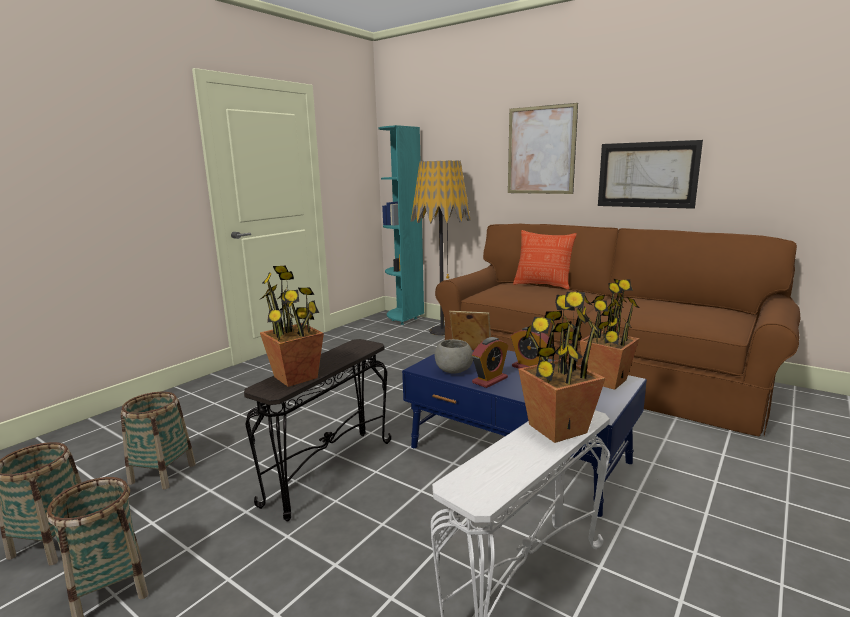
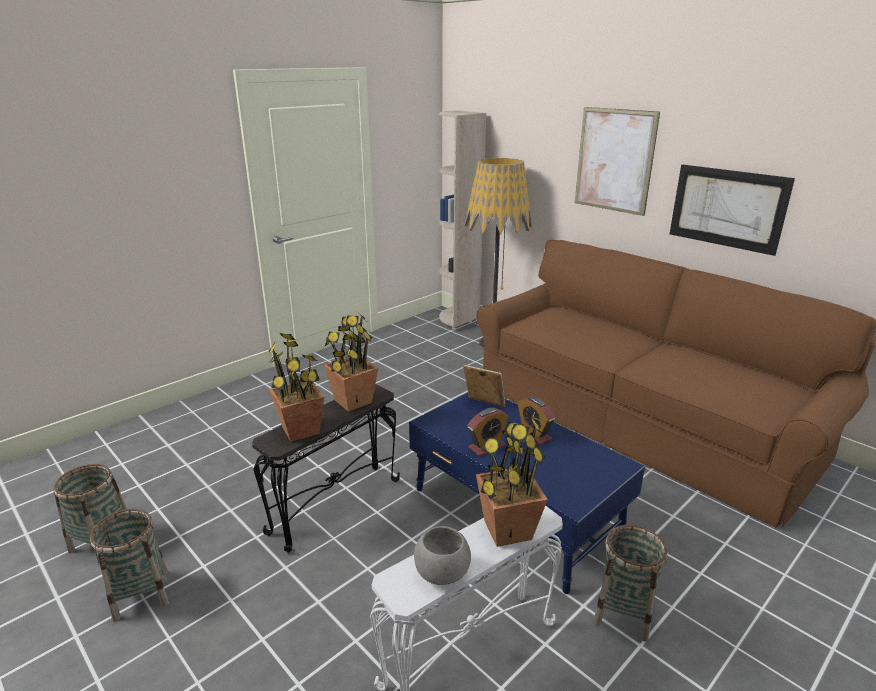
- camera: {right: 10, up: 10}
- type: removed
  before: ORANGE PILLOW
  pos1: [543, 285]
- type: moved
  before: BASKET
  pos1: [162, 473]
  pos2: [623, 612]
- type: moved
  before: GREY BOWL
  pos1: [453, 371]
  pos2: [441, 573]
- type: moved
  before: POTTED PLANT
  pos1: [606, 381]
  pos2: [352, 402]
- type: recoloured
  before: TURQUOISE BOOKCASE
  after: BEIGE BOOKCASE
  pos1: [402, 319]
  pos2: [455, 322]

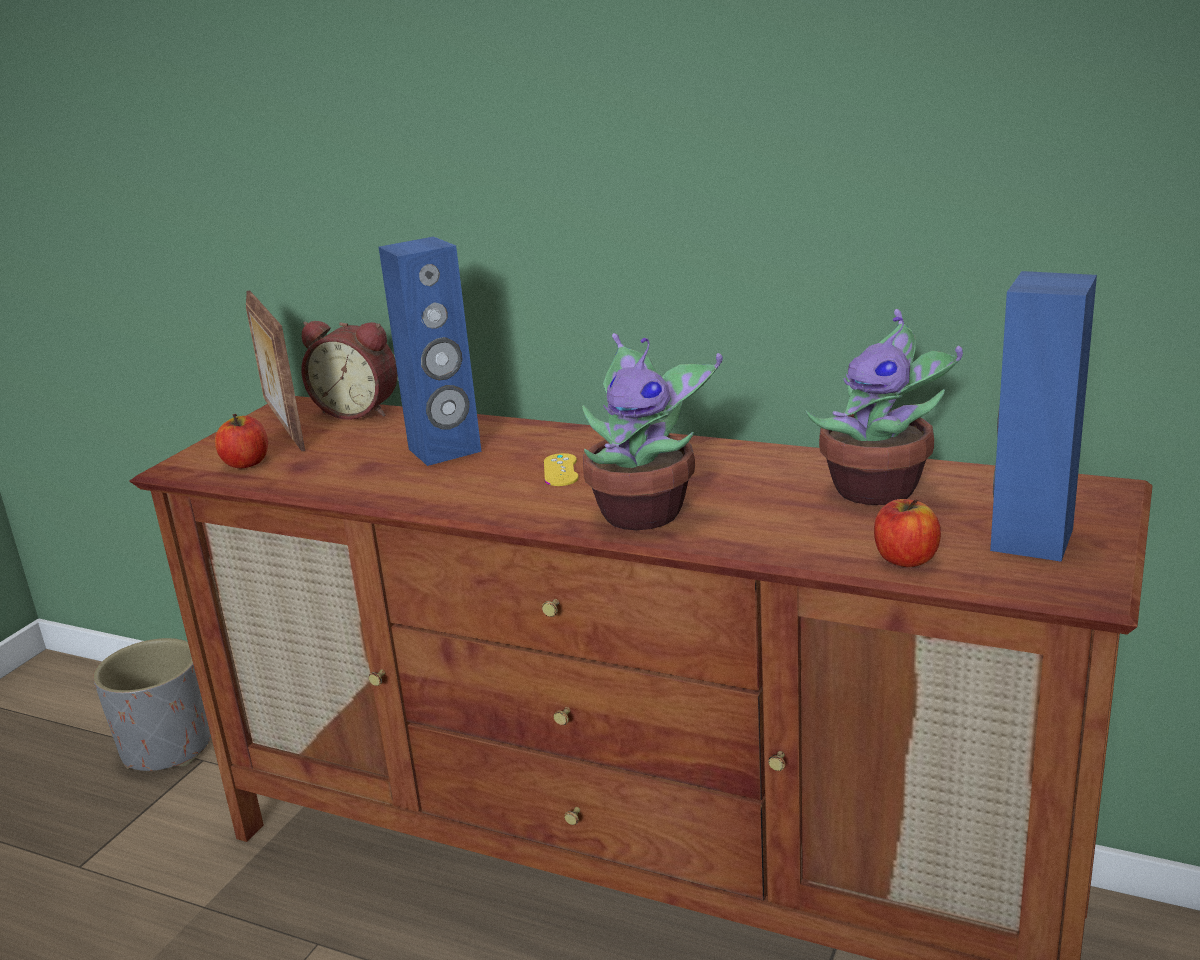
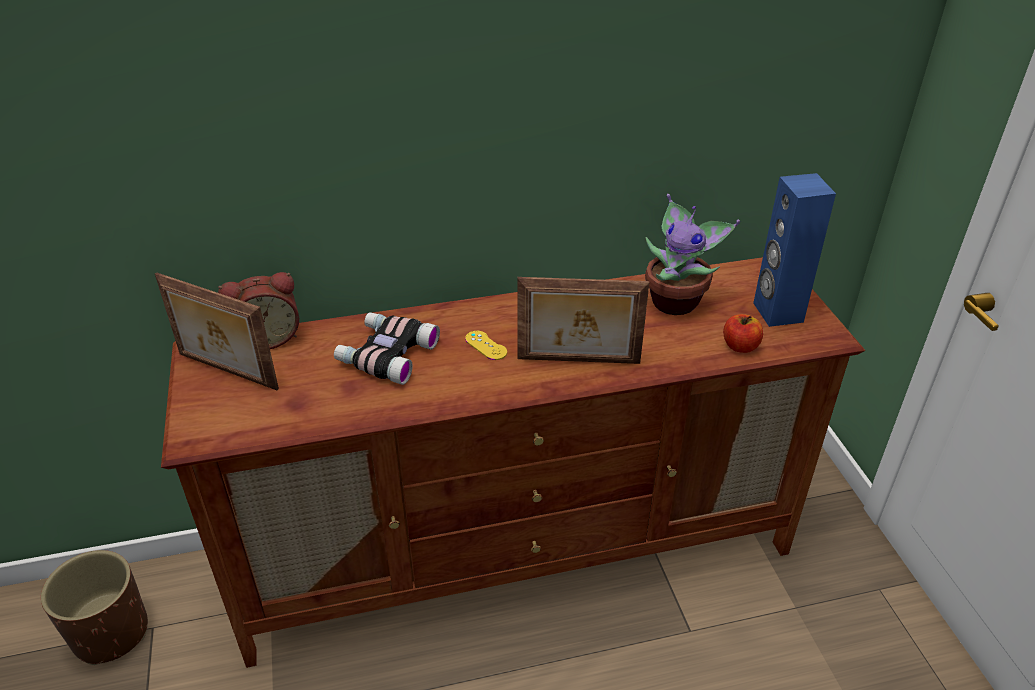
- camera: {right: -40, up: 15}
- type: removed
  before: APPLE
  pos1: [246, 463]
- type: replaced
  before: BLUE SPEAKER
  after: BINOCULARS
  pos1: [445, 450]
  pos2: [386, 354]
- type: replaced
  before: POTTED PLANT
  after: PICTURE FRAME
  pos1: [646, 513]
  pos2: [578, 362]
- type: recoloured
  before: GREY PLANTER
  after: BROWN PLANTER
  pos1: [166, 748]
  pos2: [110, 634]

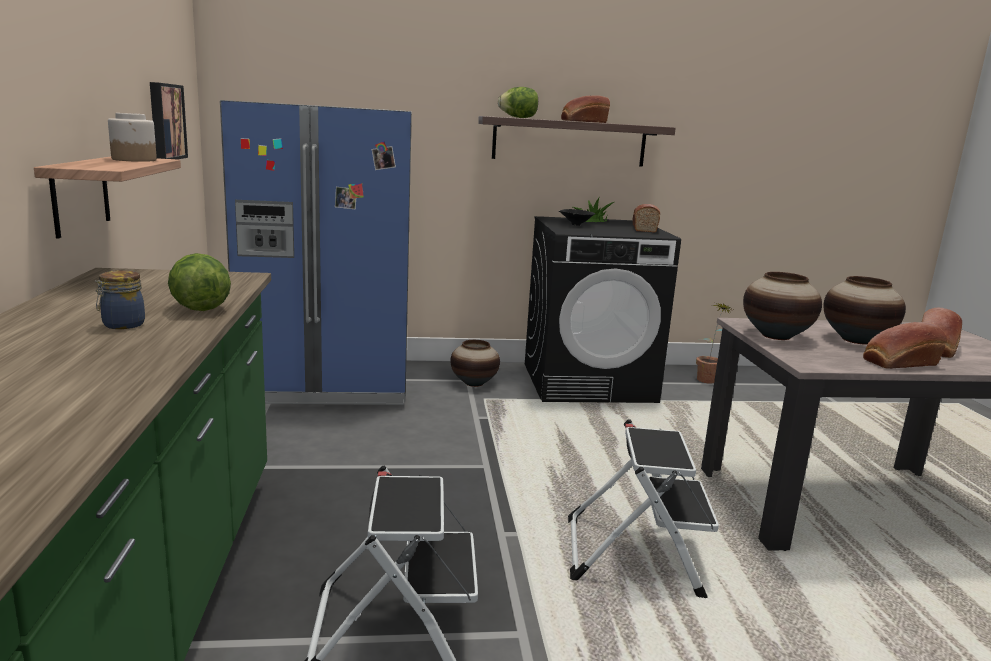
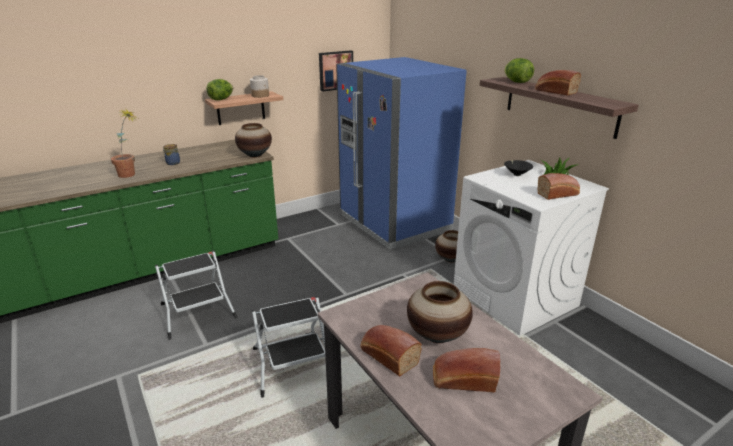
- camera: {right: 65, up: 10}
- type: moved
  before: LETTUCE
  pos1: [200, 308]
  pos2: [221, 99]
- type: moved
  before: POTTED PLANT
  pos1: [708, 378]
  pos2: [131, 175]
- type: moved
  before: VASE
  pos1: [775, 336]
  pos2: [255, 155]
- type: recoloured
  before: BLACK WASHING MACHINE
  after: WHITE WASHING MACHINE
  pos1: [588, 382]
  pos2: [515, 297]

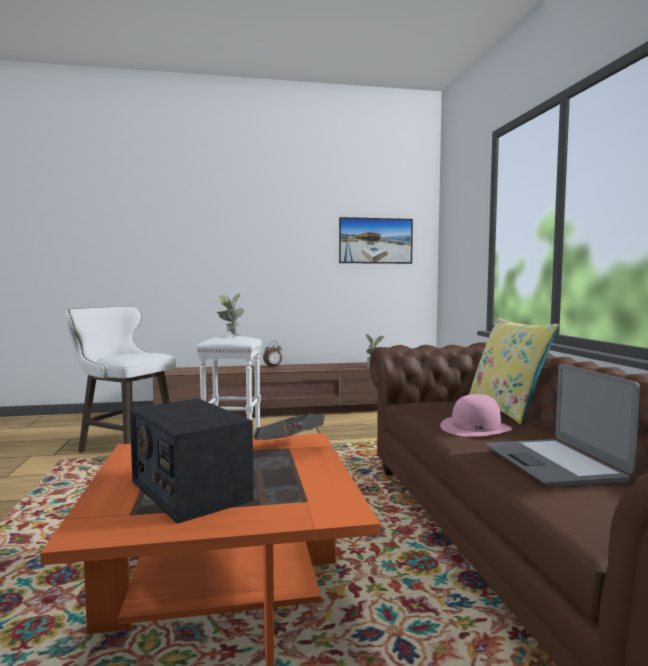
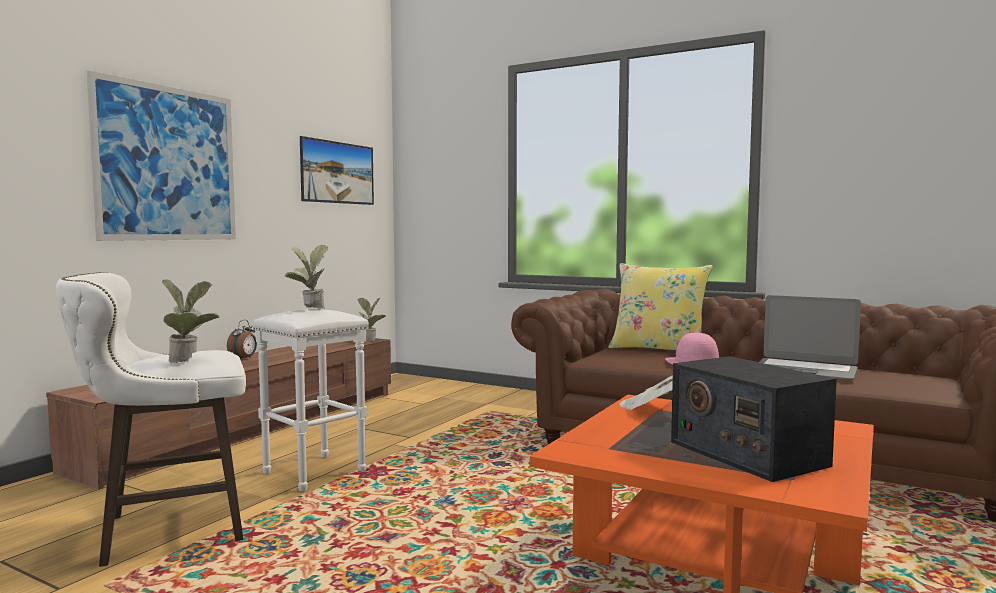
- camera: {right: -50, up: 0}
- type: added
  after: PICTURE
  pos2: [168, 164]
- type: added
  after: POTTED PLANT
  pos2: [190, 360]
- type: turned
  before: RADIO
  pos1: [189, 490]
  pos2: [746, 453]
  turn: 60

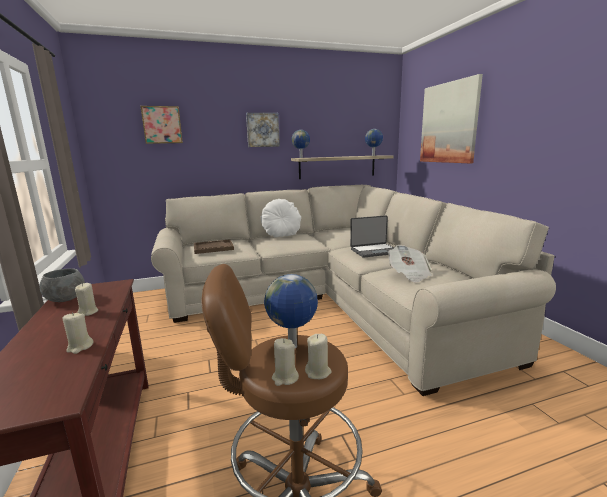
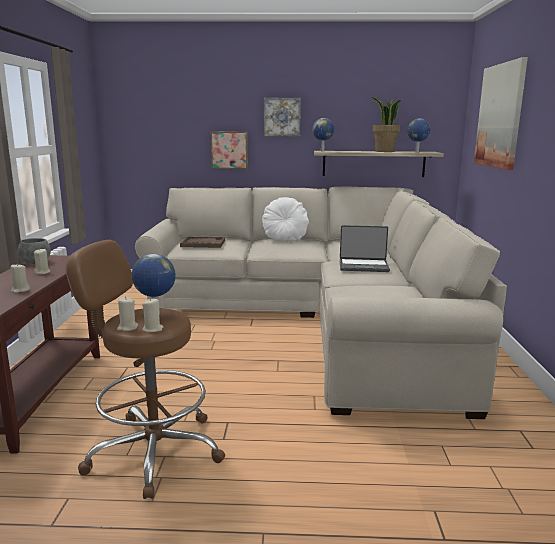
- camera: {right: 20, up: 0}
- type: removed
  before: NEWSPAPER
  pos1: [409, 274]
- type: added
  after: POTTED PLANT
  pos2: [384, 151]
- type: moved
  before: PICTURE
  pos1: [162, 125]
  pos2: [229, 150]

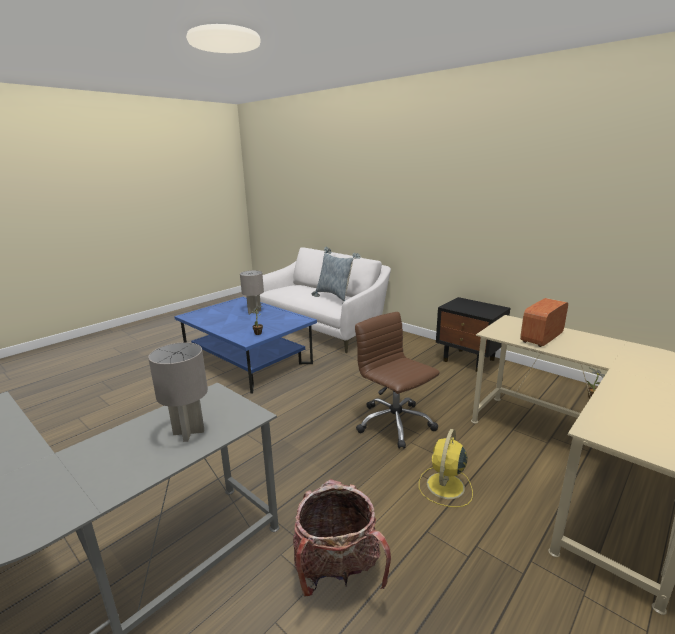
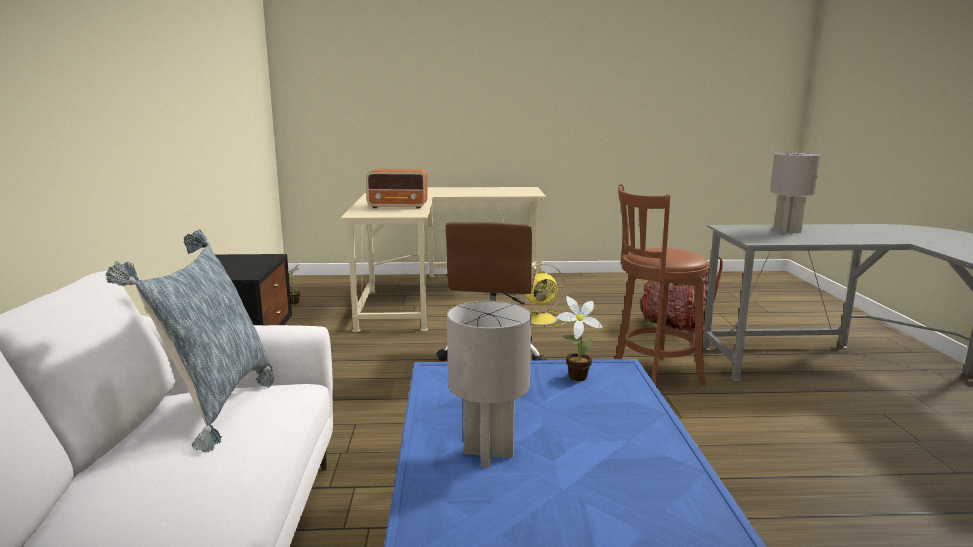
- camera: {right: -135, up: -5}
- type: added
  after: BROWN STOOL
  pos2: [653, 376]

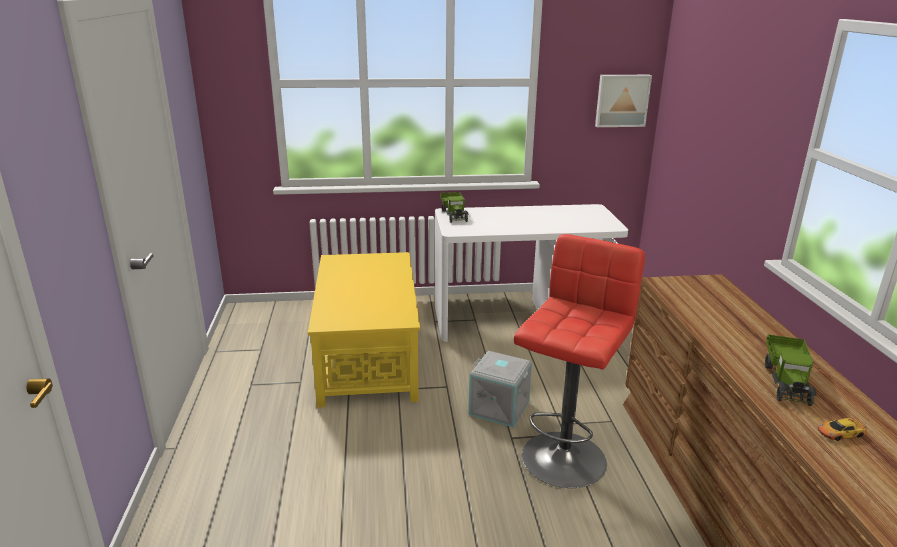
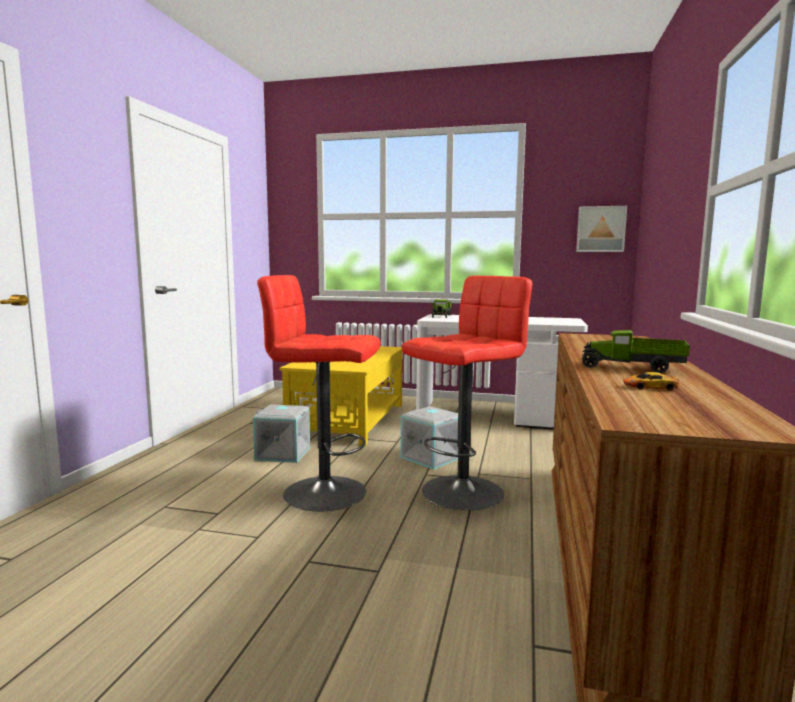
- camera: {right: 20, up: -15}
- type: added
  after: GREY STORAGE BOX
  pos2: [283, 453]
- type: added
  after: RED STOOL
  pos2: [324, 493]
- type: turned
  before: TOY TRUCK
  pos1: [787, 380]
  pos2: [632, 368]
  turn: 75

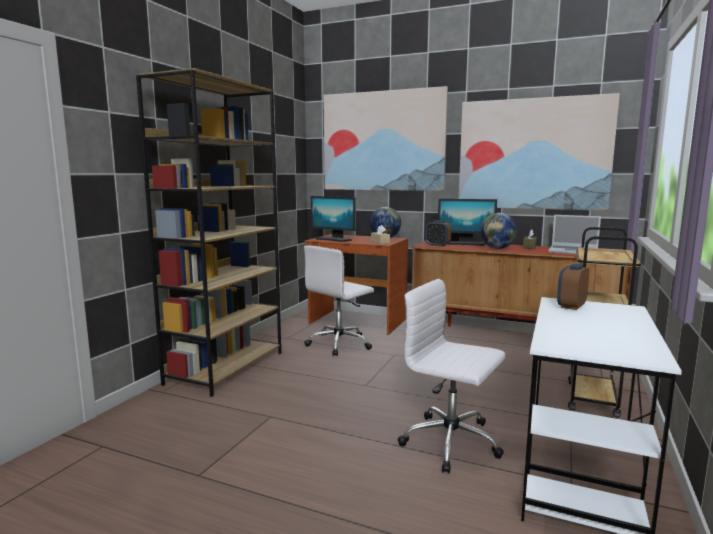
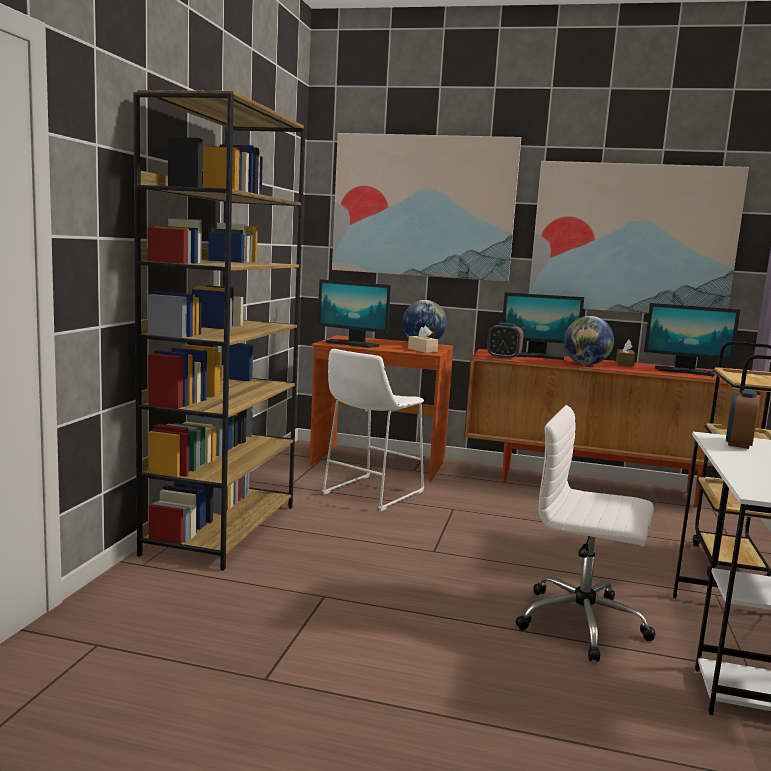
- camera: {right: -10, up: 0}
- type: replaced
  before: WHITE OFFICE CHAIR
  after: WHITE STOOL
  pos1: [340, 344]
  pos2: [369, 494]
- type: replaced
  before: LAPTOP
  after: MONITOR
  pos1: [574, 251]
  pos2: [685, 371]

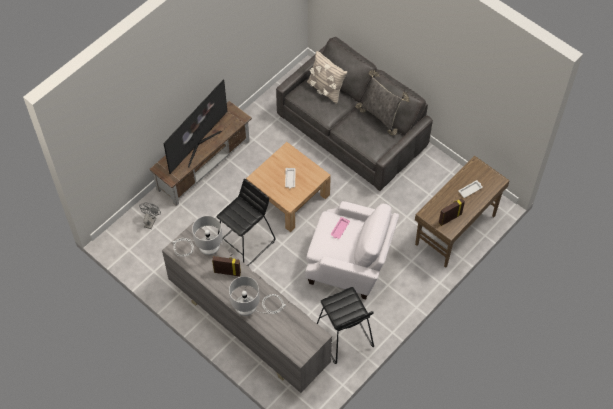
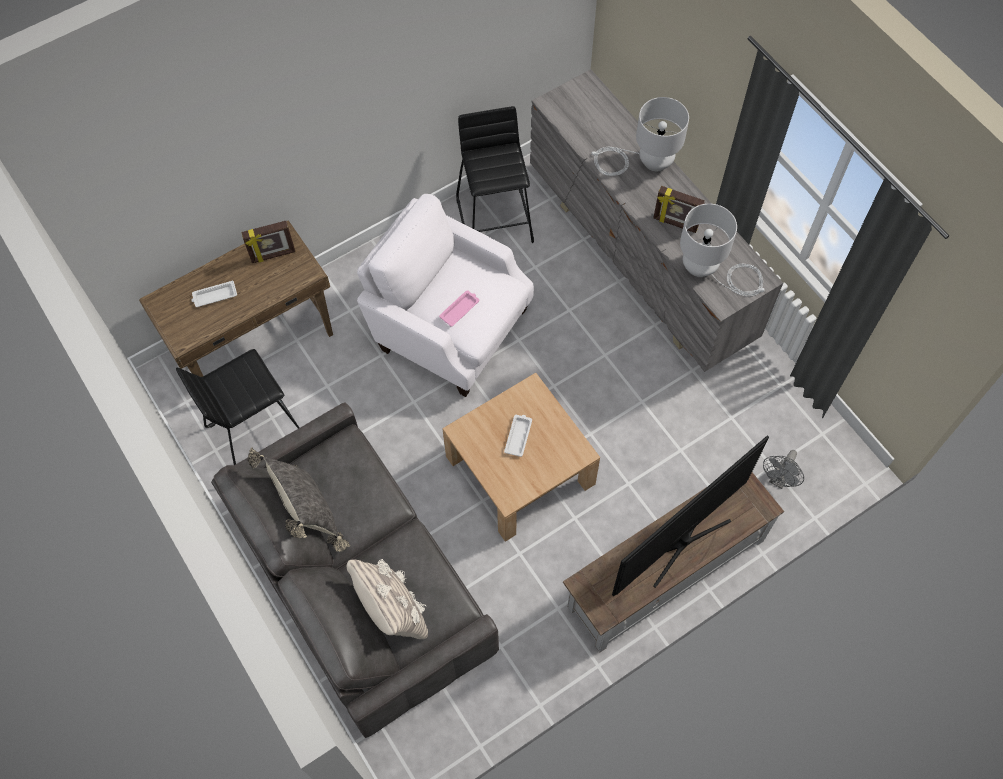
- camera: {right: -165, up: 5}
- type: moved
  before: BLACK STOOL
  pos1: [246, 242]
  pos2: [256, 435]

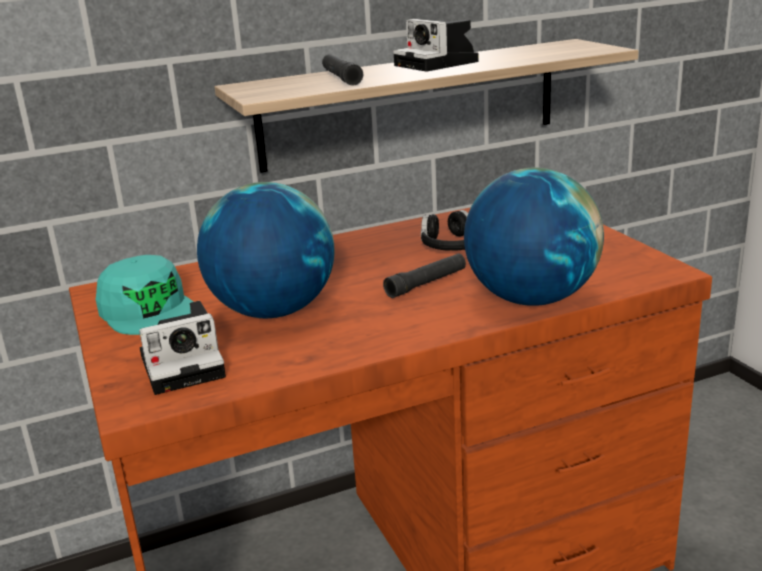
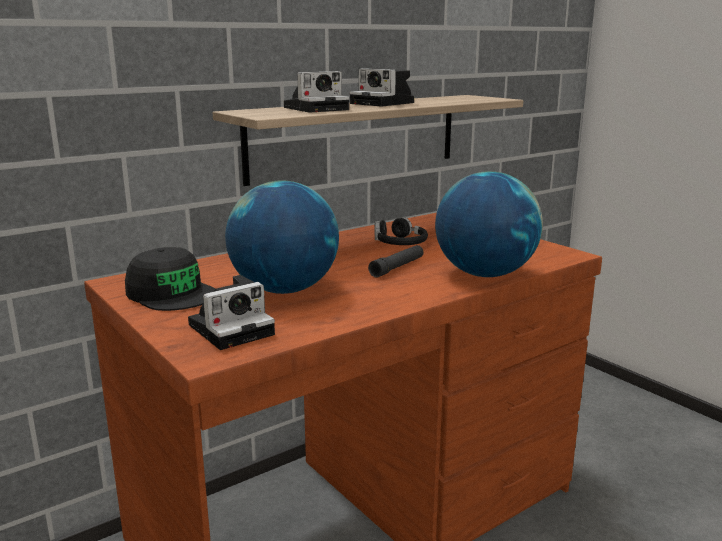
- camera: {right: -15, up: -5}
- type: replaced
  before: BLACK FLASHLIGHT
  after: PHOTO CAMERA
  pos1: [341, 78]
  pos2: [317, 108]
- type: recoloured
  before: TURQUOISE CAP
  after: BLACK CAP
  pos1: [148, 310]
  pos2: [171, 293]

